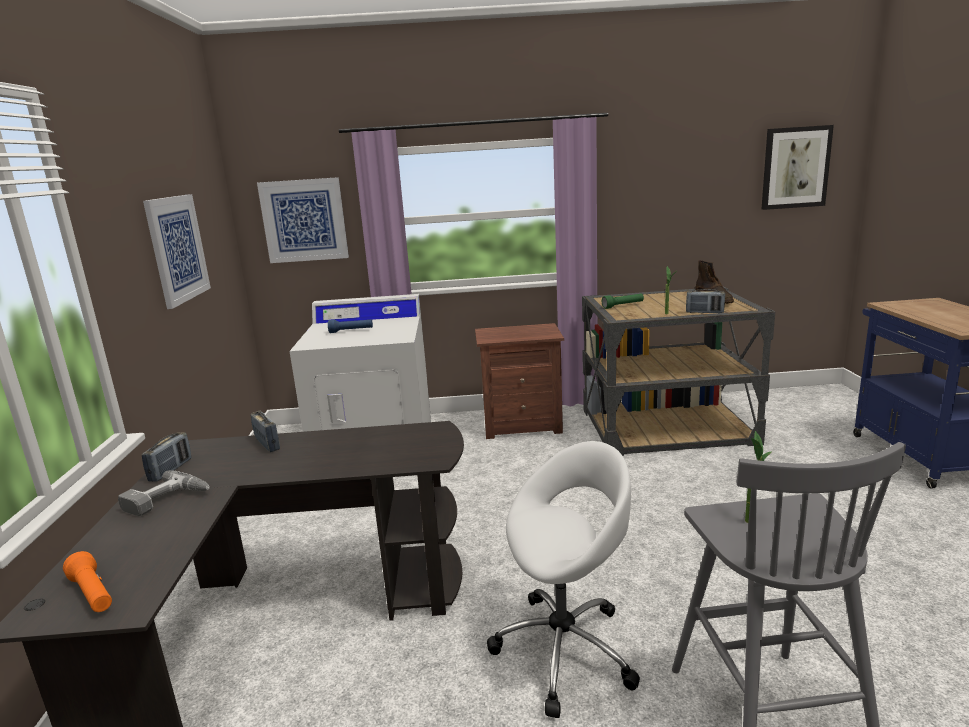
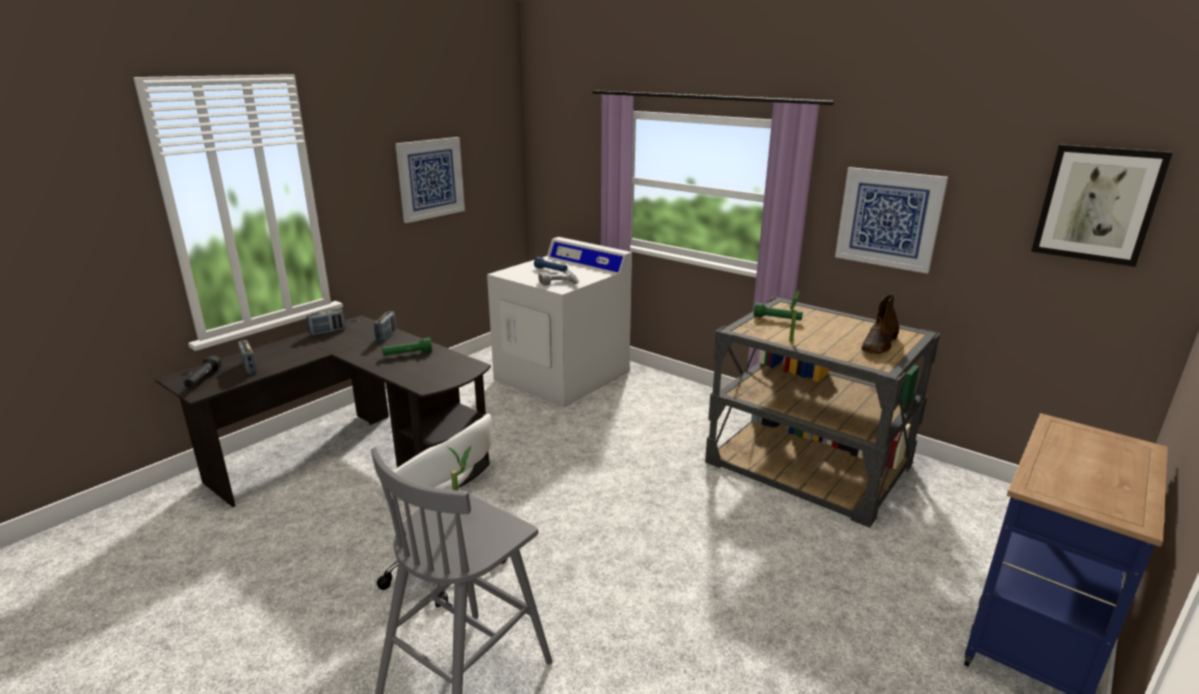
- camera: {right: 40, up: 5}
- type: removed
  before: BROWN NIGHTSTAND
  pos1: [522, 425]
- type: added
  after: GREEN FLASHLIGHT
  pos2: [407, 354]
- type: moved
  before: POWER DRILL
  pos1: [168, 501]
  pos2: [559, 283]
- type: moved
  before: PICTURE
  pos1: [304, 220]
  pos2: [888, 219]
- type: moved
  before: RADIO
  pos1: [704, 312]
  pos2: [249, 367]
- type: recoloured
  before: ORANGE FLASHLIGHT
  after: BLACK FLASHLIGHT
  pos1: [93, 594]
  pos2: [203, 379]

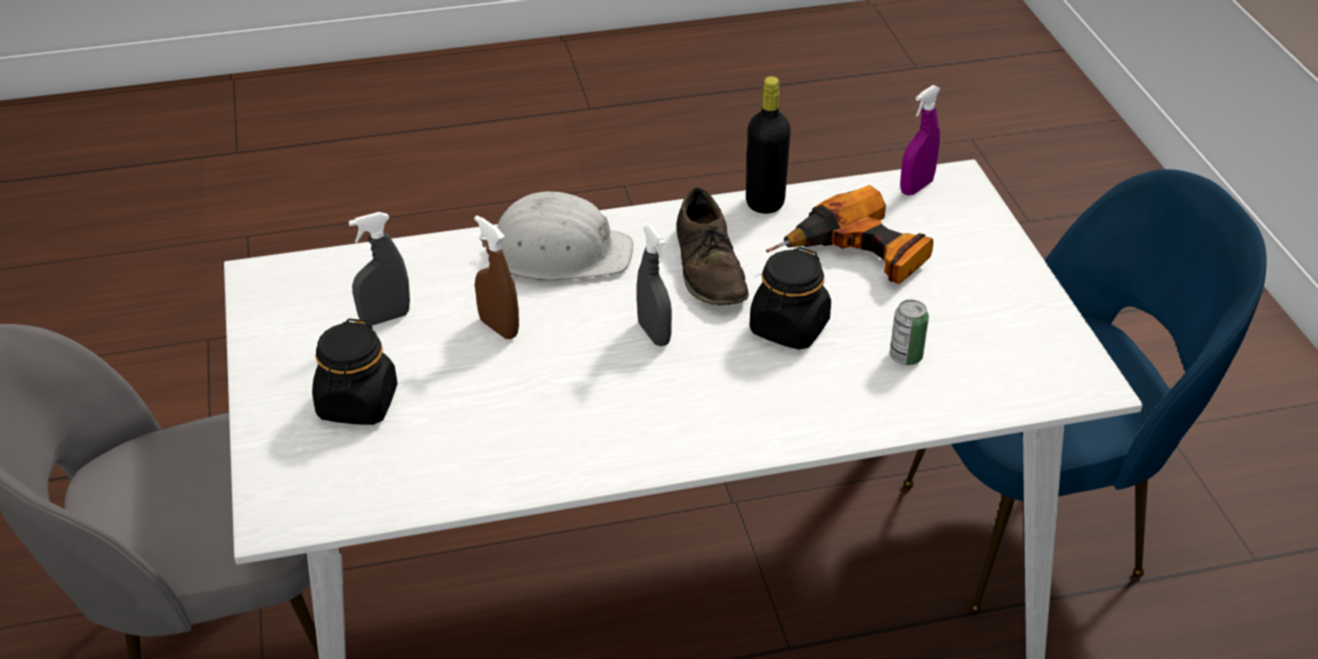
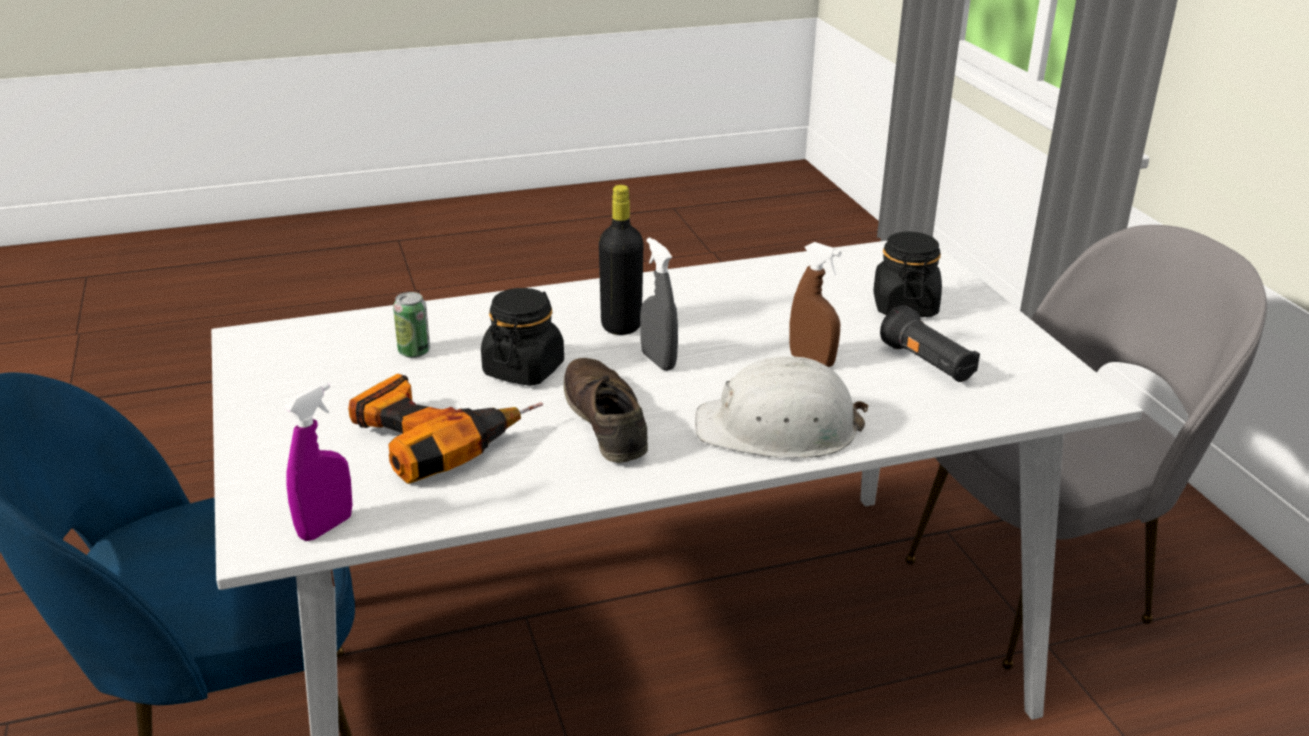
- camera: {right: 175, up: -10}
- type: moved
  before: BLACK BOTTLE
  pos1: [765, 203]
  pos2: [621, 326]
- type: replaced
  before: GREY SPRAY BOTTLE
  after: BLACK FLASHLIGHT
  pos1: [385, 318]
  pos2: [928, 364]

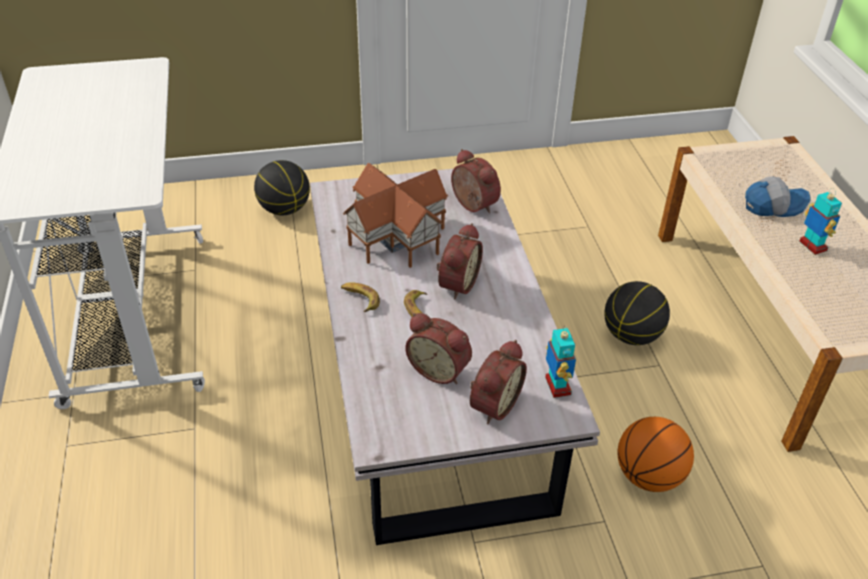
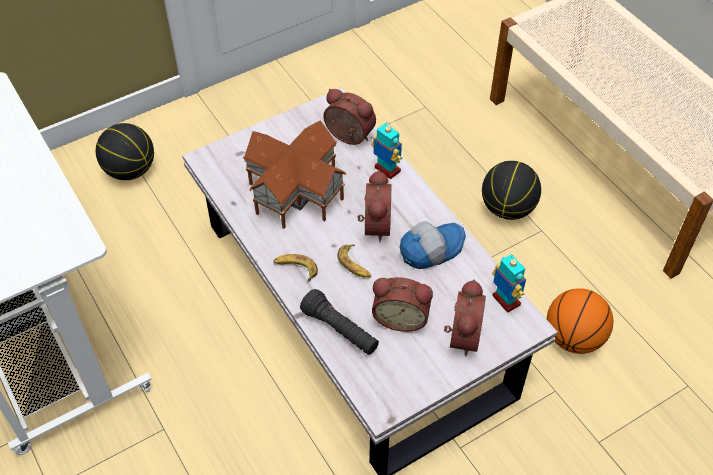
- camera: {right: -20, up: 10}
- type: added
  after: BLACK FLASHLIGHT
  pos2: [340, 330]
- type: moved
  before: CAP
  pos1: [773, 205]
  pos2: [430, 249]
- type: moved
  before: TOY ROBOT
  pos1: [812, 246]
  pos2: [387, 170]

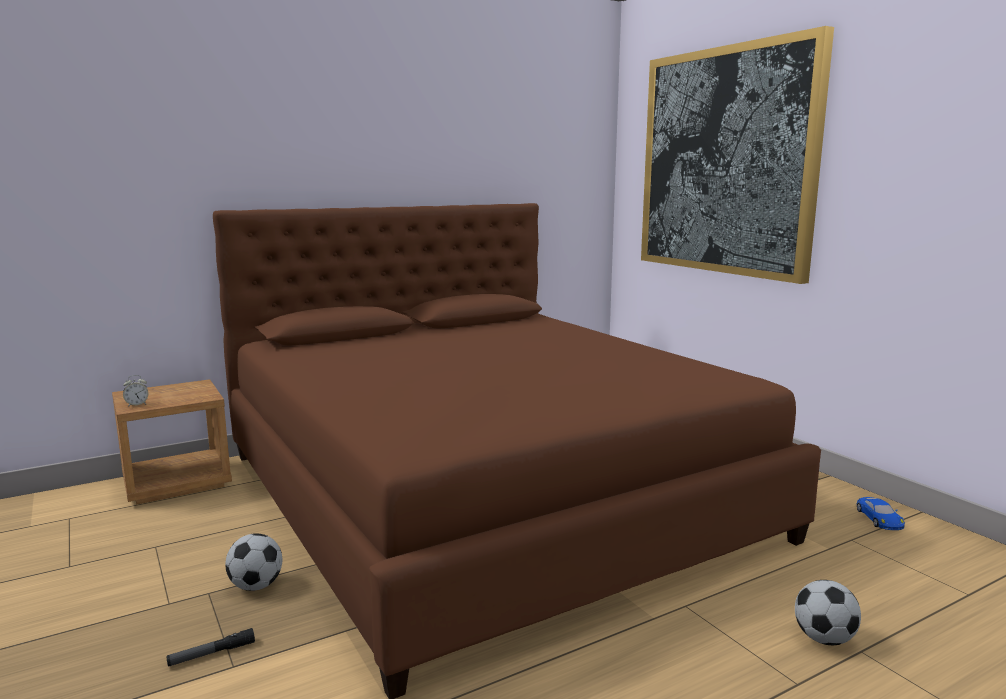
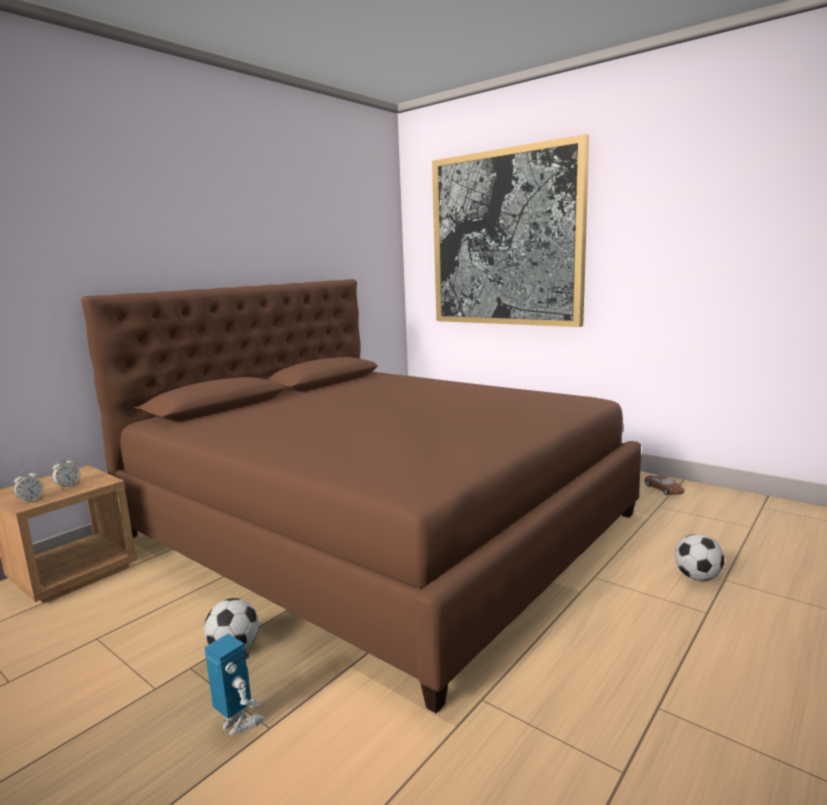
- camera: {right: -20, up: 0}
- type: added
  after: ALARM CLOCK
  pos2: [68, 486]
- type: replaced
  before: FLASHLIGHT
  after: TOY ROBOT
  pos1: [212, 654]
  pos2: [239, 722]
- type: recoloured
  before: BLUE TOY CAR
  after: BROWN TOY CAR
  pos1: [879, 518]
  pos2: [663, 489]

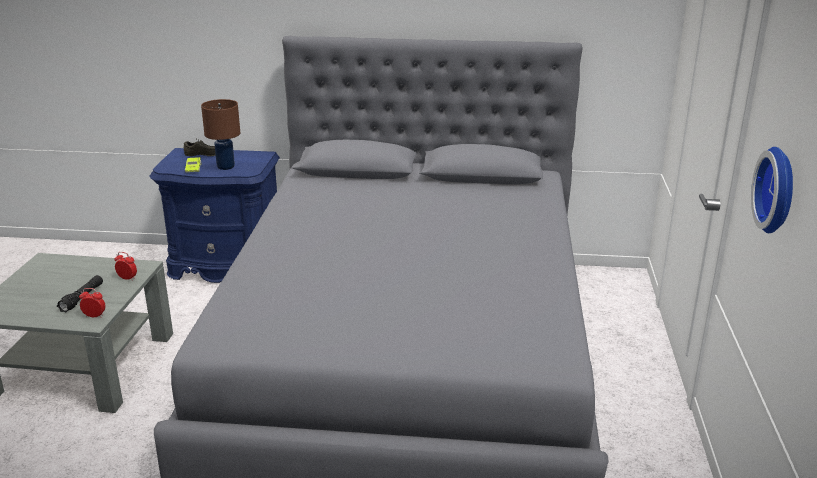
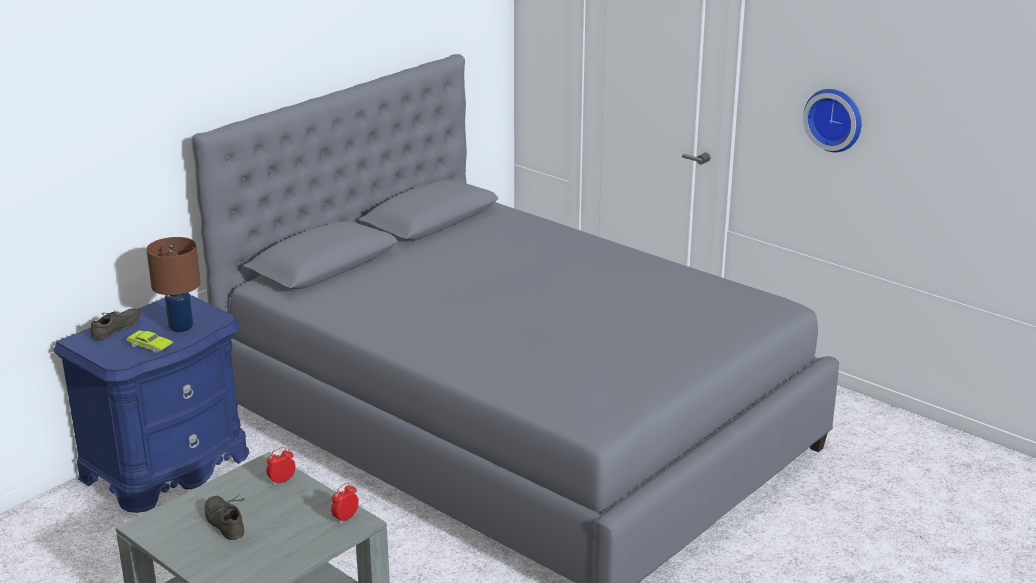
- camera: {right: -55, up: 0}
- type: removed
  before: BLACK FLASHLIGHT
  pos1: [82, 298]
- type: added
  after: GREY SHOE
  pos2: [226, 522]

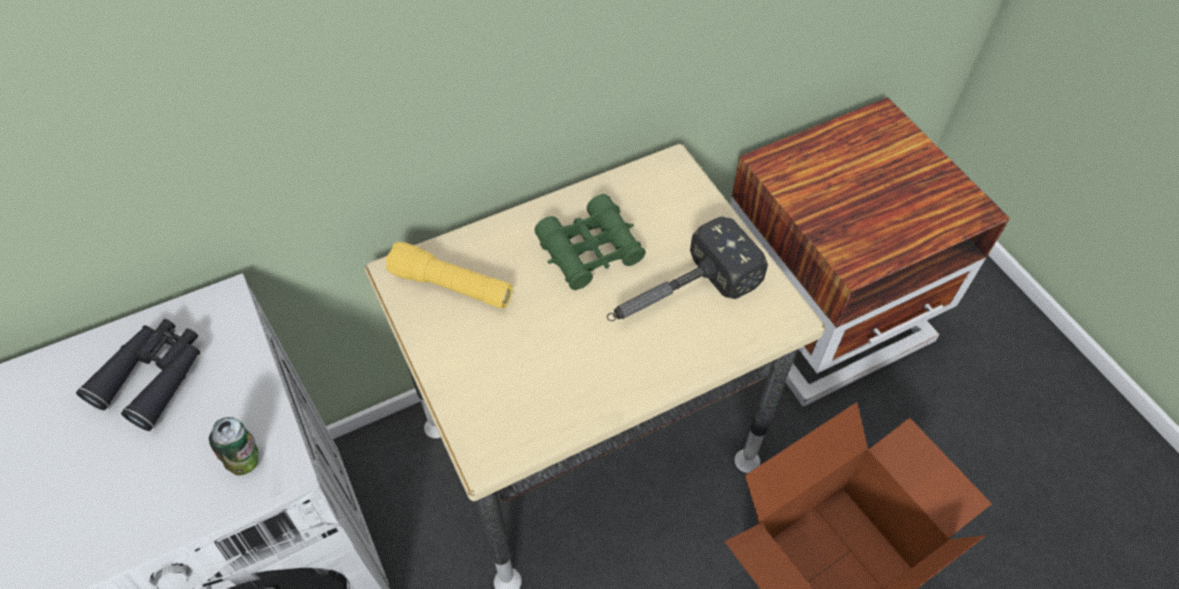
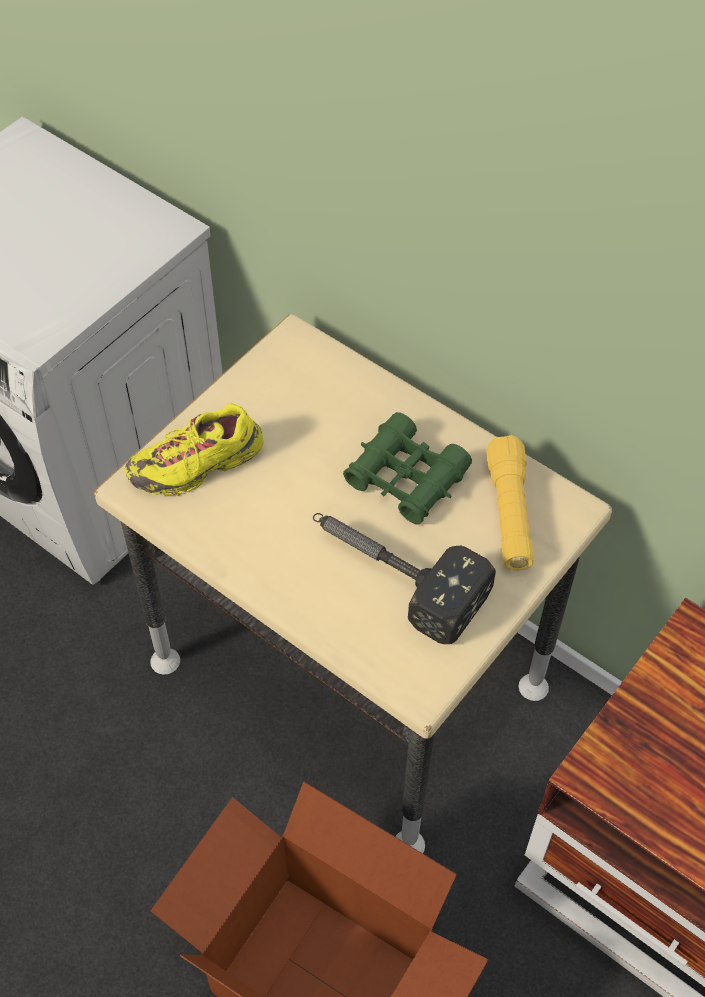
- camera: {right: 65, up: 0}
- type: removed
  before: BLACK BINOCULARS
  pos1: [154, 376]
- type: removed
  before: CAN
  pos1: [246, 460]
- type: added
  after: YELLOW SHOE
  pos2: [197, 465]
- type: moved
  before: YELLOW FLASHLIGHT
  pos1: [452, 286]
  pos2: [509, 513]

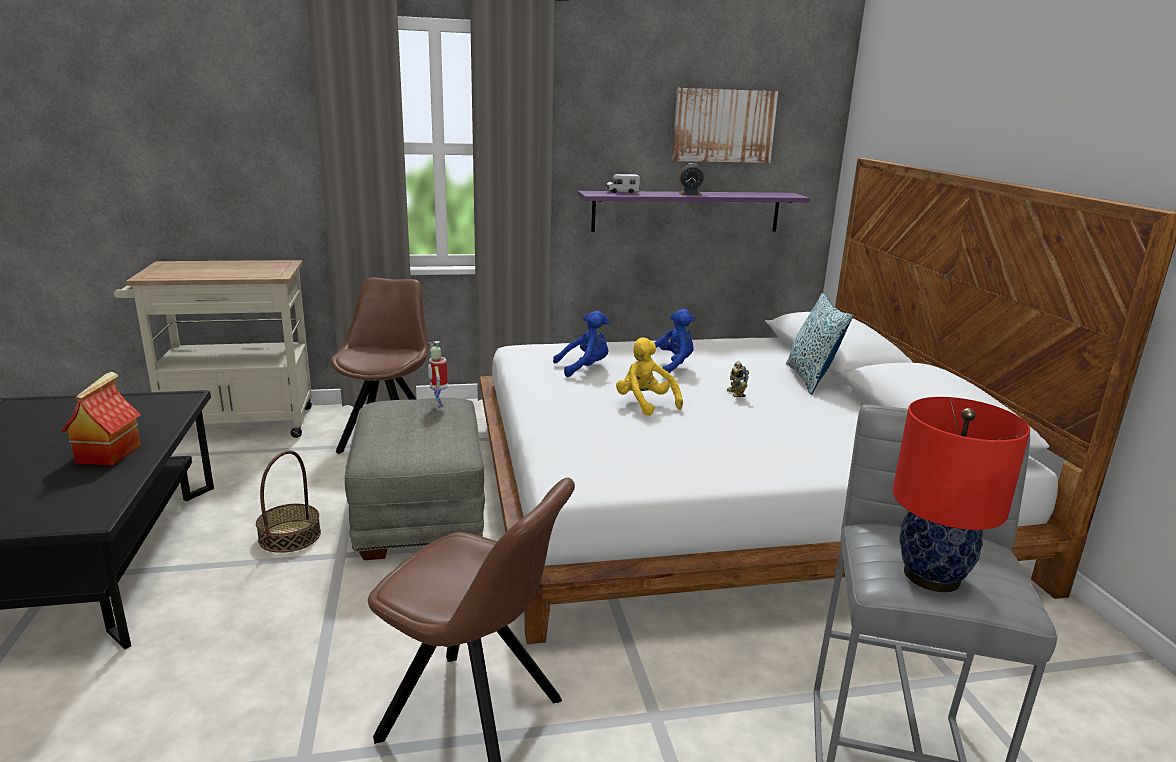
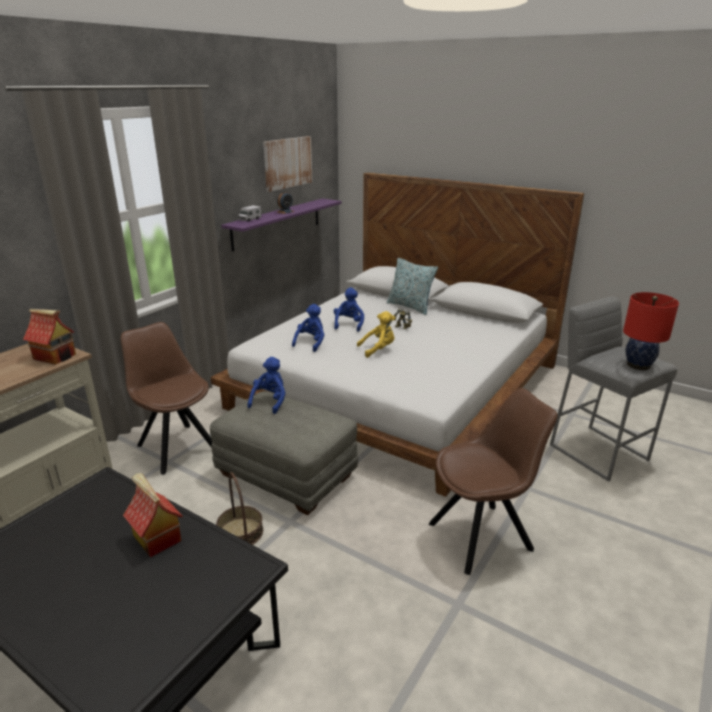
- camera: {right: -45, up: 5}
- type: added
  after: TOY HOUSE
  pos2: [55, 356]
- type: replaced
  before: TOY ROBOT
  after: BLUE PLUSH TOY
  pos1: [439, 407]
  pos2: [270, 401]
- type: turned
  before: YELLOW PLUSH TOY
  pos1: [645, 403]
  pos2: [378, 349]
  turn: 150

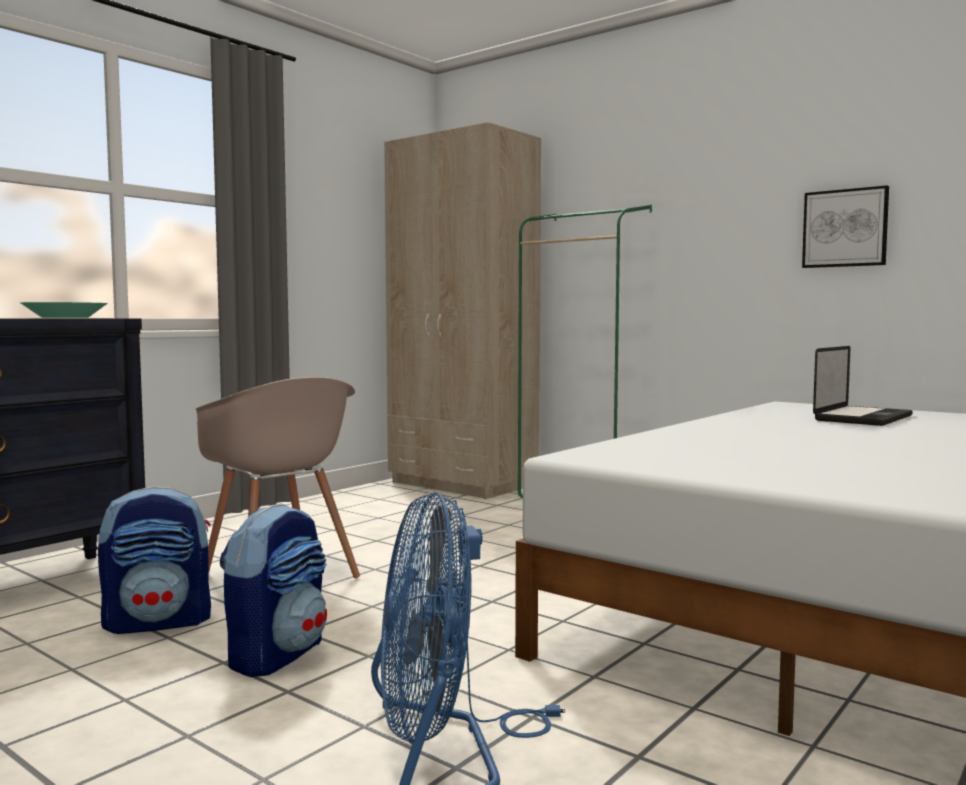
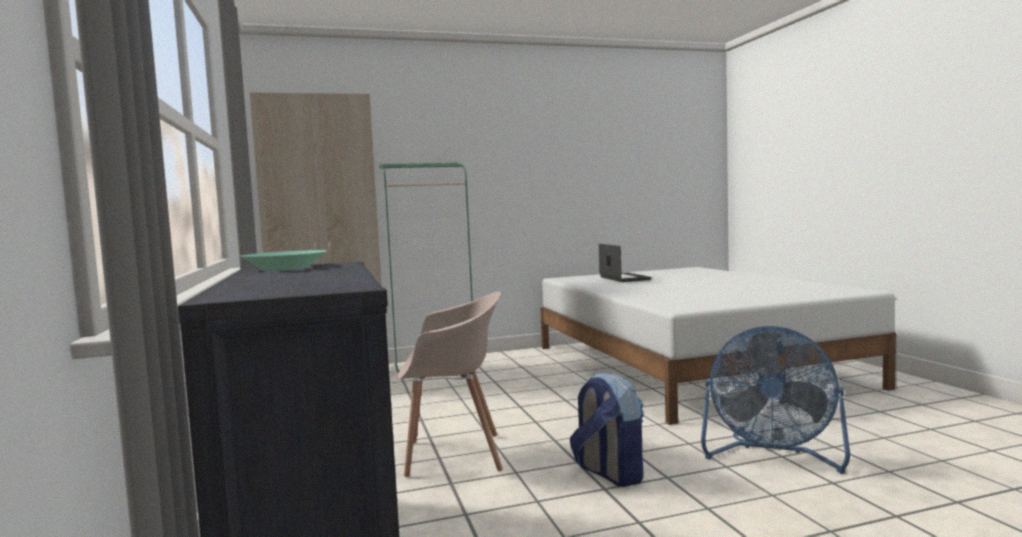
- camera: {right: -55, up: 0}
- type: removed
  before: BACKPACK
  pos1: [159, 622]
- type: removed
  before: PICTURE
  pos1: [845, 228]

